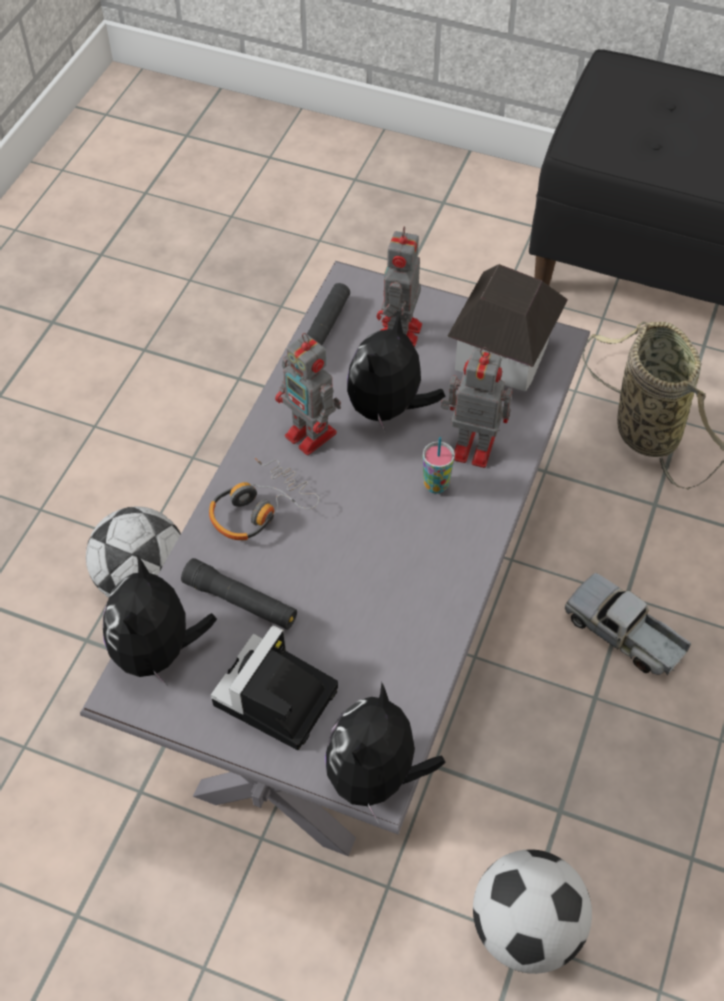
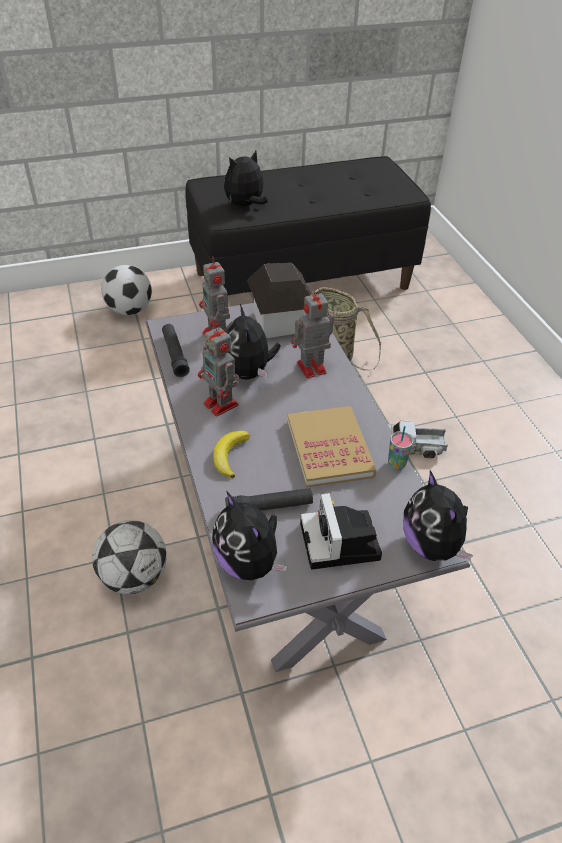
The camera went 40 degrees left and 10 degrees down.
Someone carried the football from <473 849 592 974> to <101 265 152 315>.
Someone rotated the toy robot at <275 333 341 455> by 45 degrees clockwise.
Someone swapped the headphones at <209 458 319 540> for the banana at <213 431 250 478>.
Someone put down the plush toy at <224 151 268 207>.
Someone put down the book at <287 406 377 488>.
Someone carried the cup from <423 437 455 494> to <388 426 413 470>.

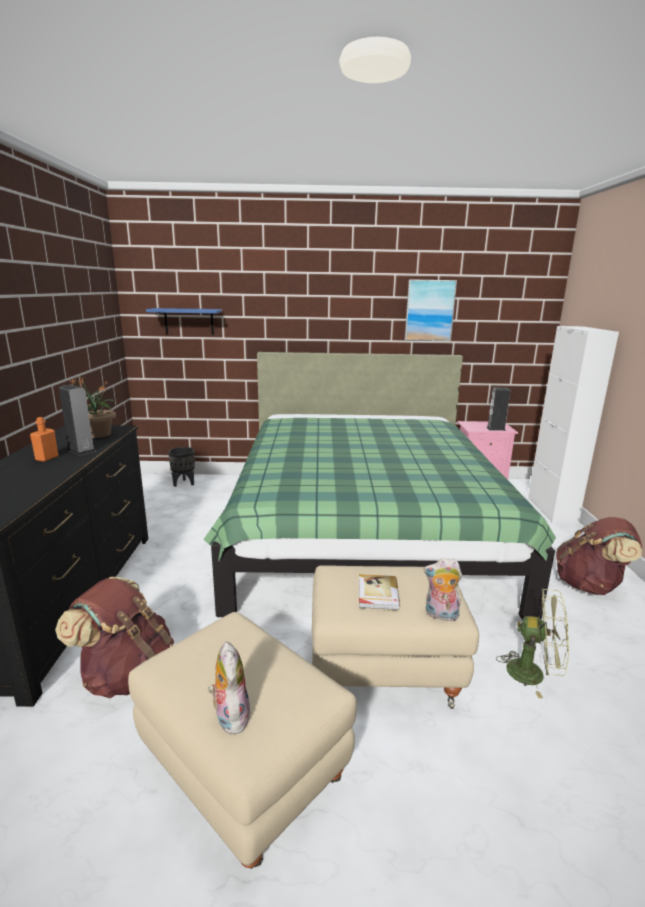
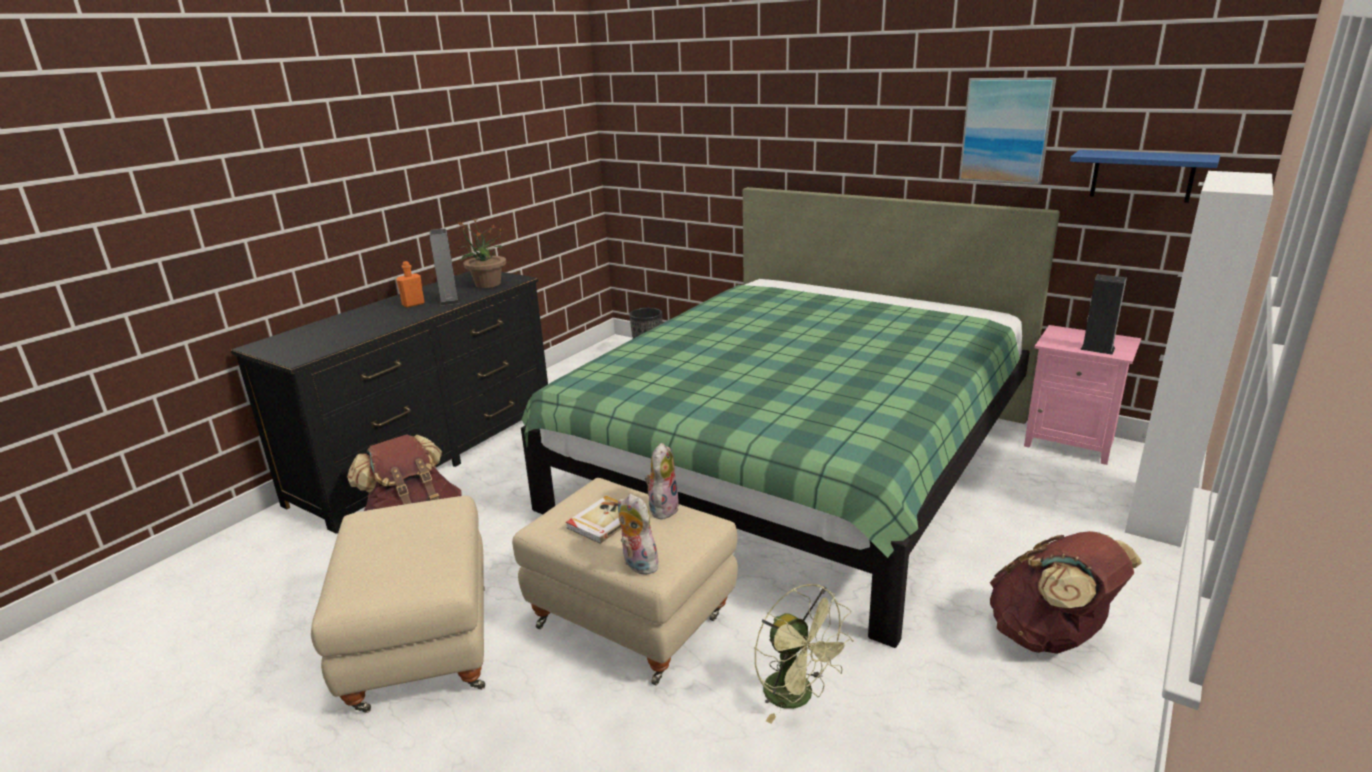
The camera went 35 degrees right and 5 degrees up.
Someone carried the plush toy from <208 642 251 734> to <645 443 679 519>.
Someone carried the blue shelf from <146 308 222 335> to <1070 150 1220 203>.

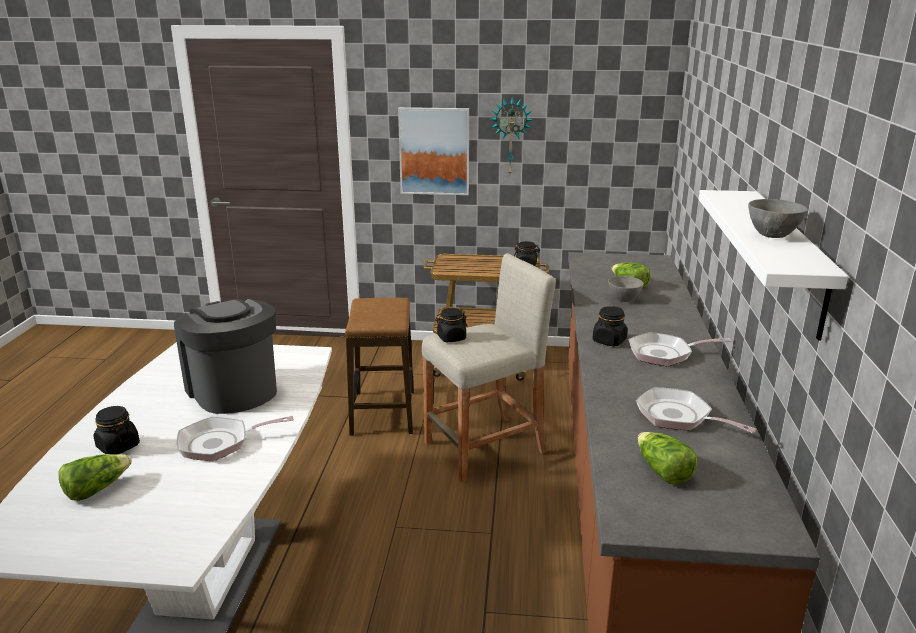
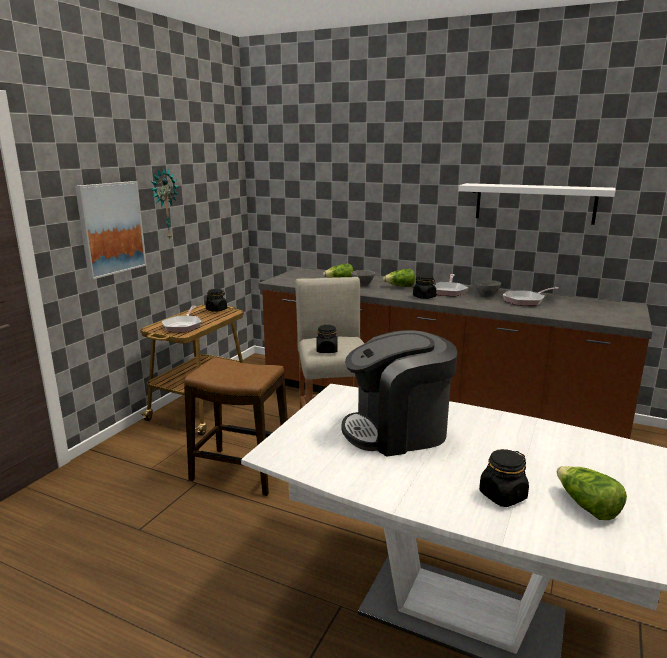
The camera went 70 degrees left and 5 degrees down.
Someone carried the frying pan from <177 416 294 461> to <162 306 202 332>.
Someone carried the lettuce from <638 432 698 484> to <383 269 415 287>.
Someone carried the grey bowl from <748 199 808 238> to <474 280 501 297>.

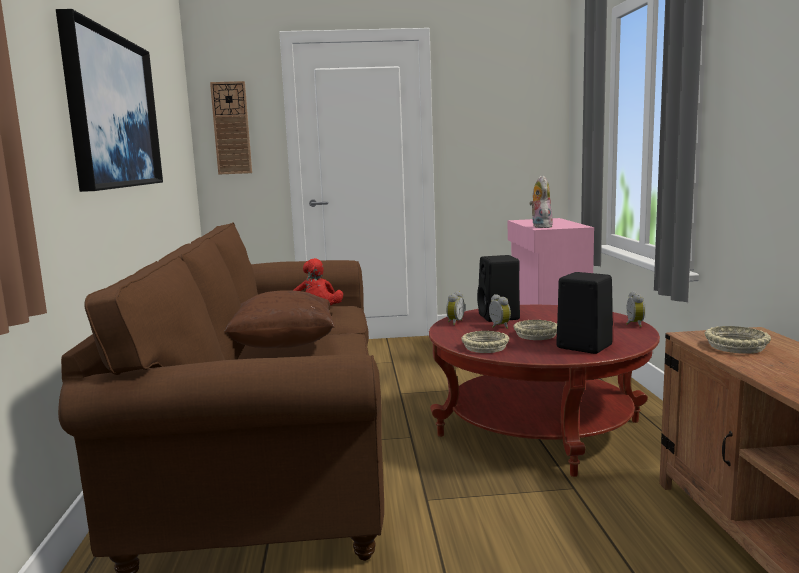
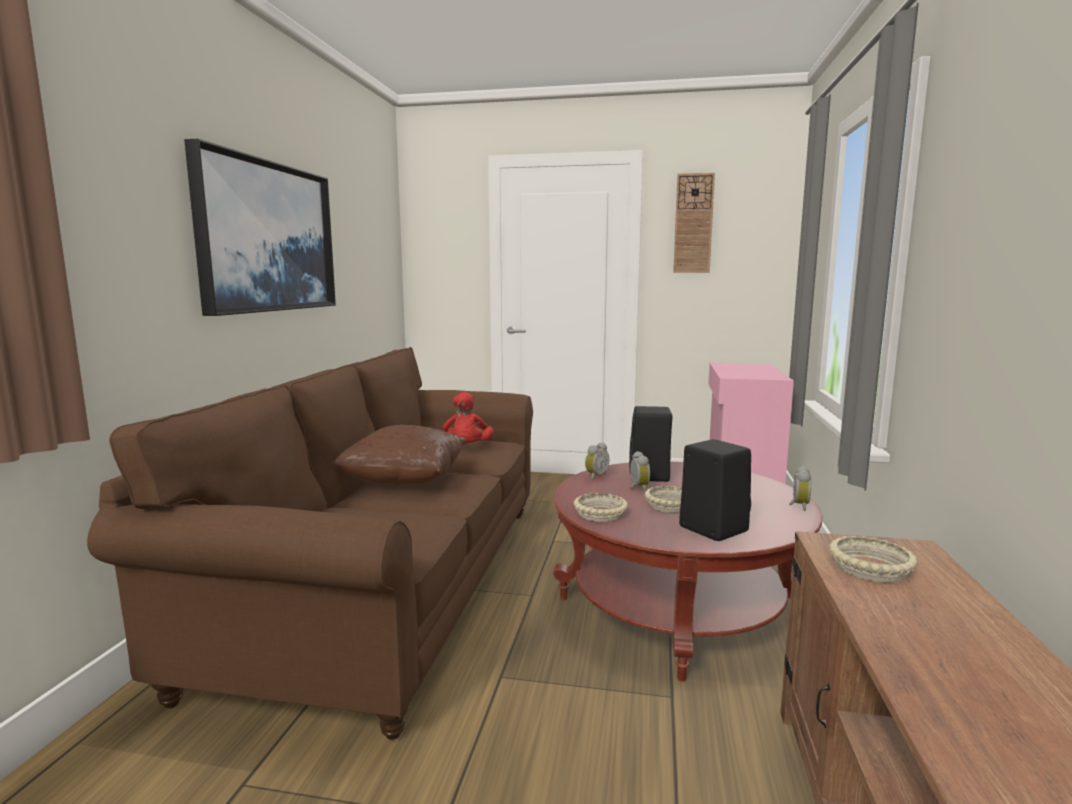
The camera went 15 degrees right and 0 degrees up.
Someone carried the wall clock from <210 81 252 175> to <673 173 715 273>.
Someone took away the plush toy at <529 176 553 228>.

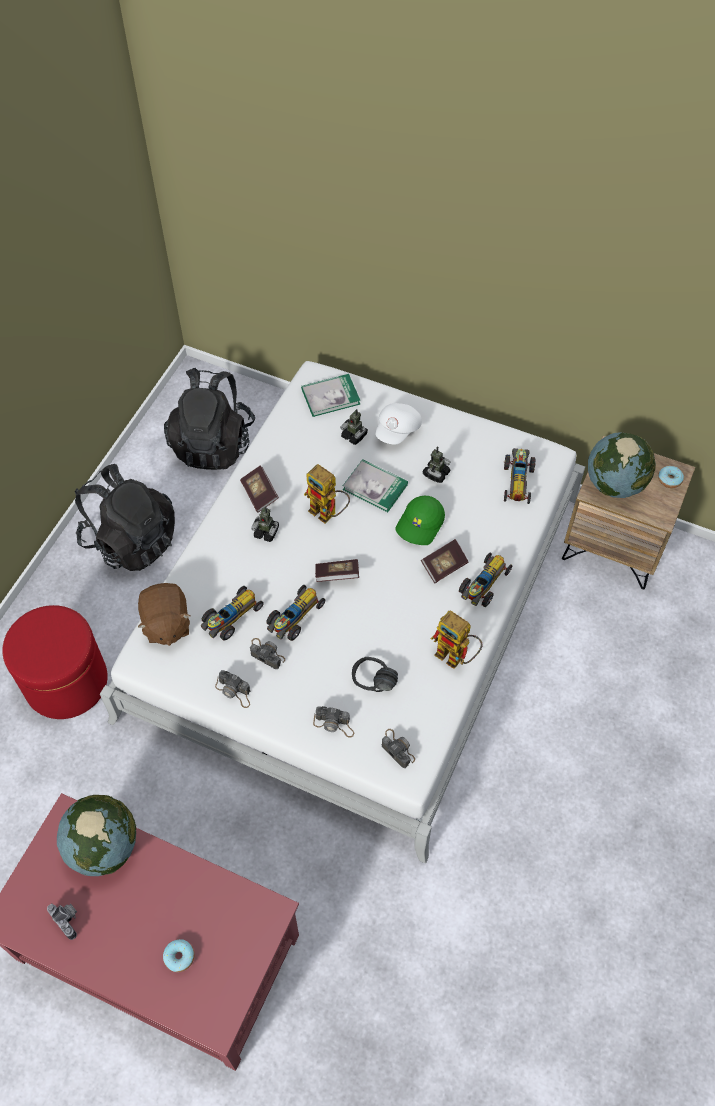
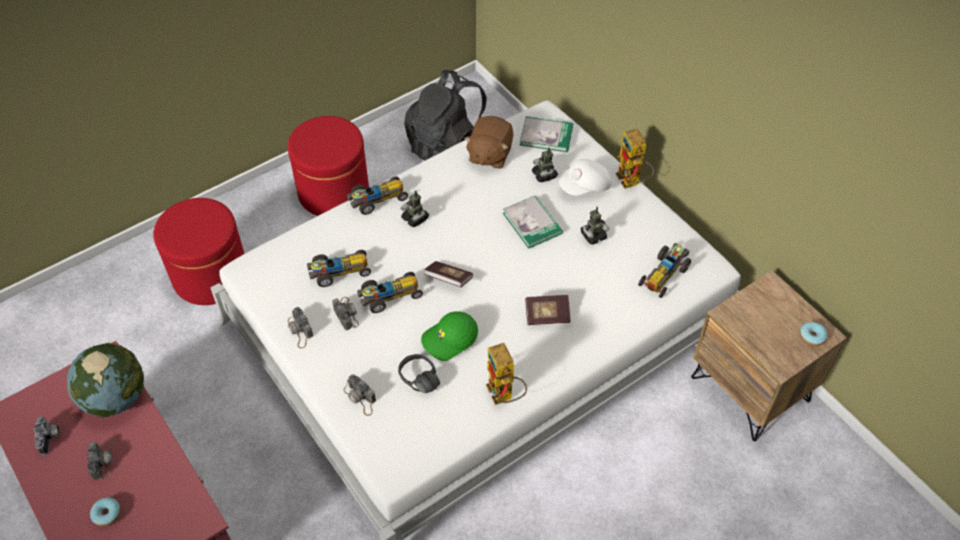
The camera went 30 degrees right and 5 degrees down.
Someone carried the photo camera from <382 729 415 768> to <87 439 114 480>.
Someone swapped the black backpack at <75 464 175 571> for the red ottoman at <288 116 369 216>.
Someone carried the toy car from <459 553 512 607> to <347 177 408 215>.
Someone carried the green cap from <395 496 445 545> to <421 311 478 361>.
Someone carried the brown plush toy from <138 583 190 646> to <464 116 514 169>.
Someone carried the toy robot from <304 464 350 523> to <616 129 654 189>.
Someone took away the book at <240 465 279 513>.
Someone took away the globe at <588 433 656 498>.

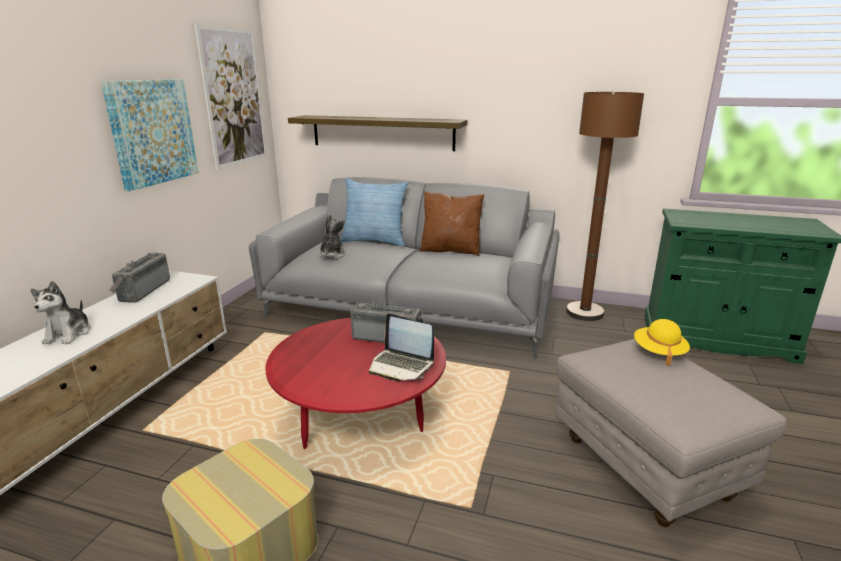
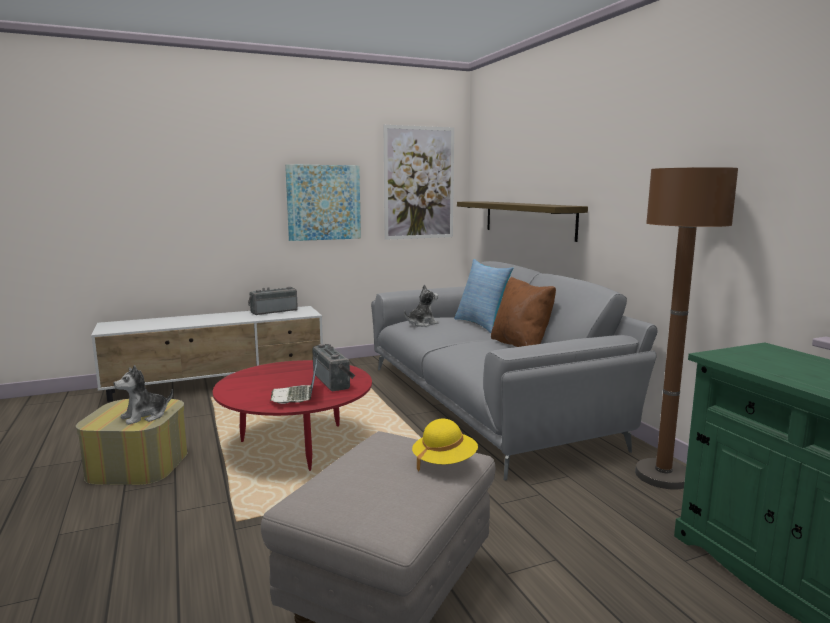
The camera went 50 degrees right and 10 degrees down.
Someone carried the plush toy from <31 281 91 344> to <114 365 173 425>.

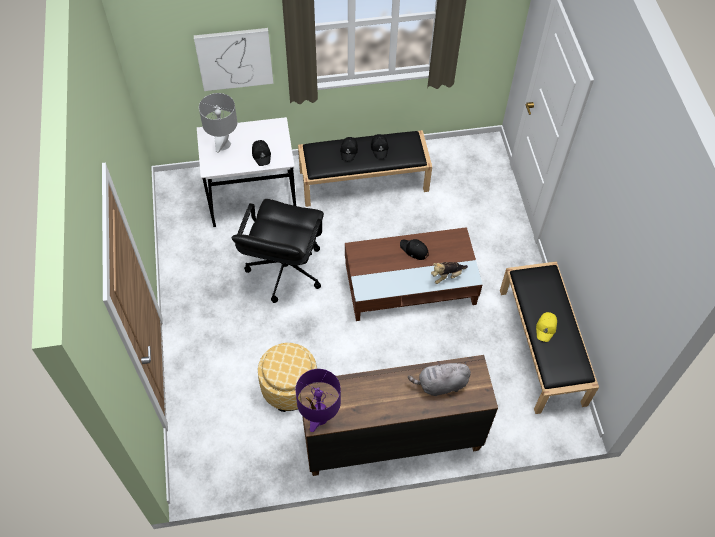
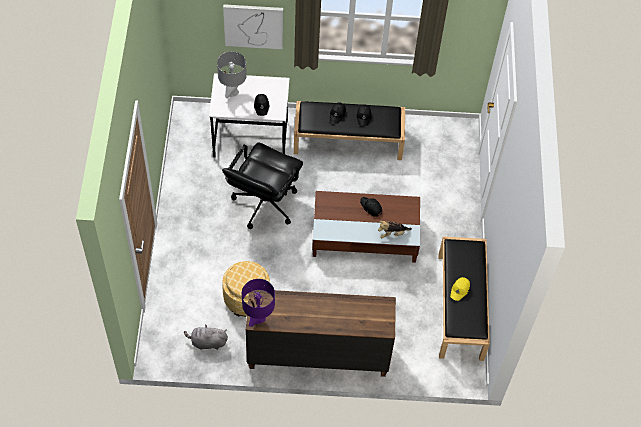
The camera went 10 degrees right and 0 degrees up.
Someone carried the grey plush toy from <408 361 471 396> to <184 325 228 350>.

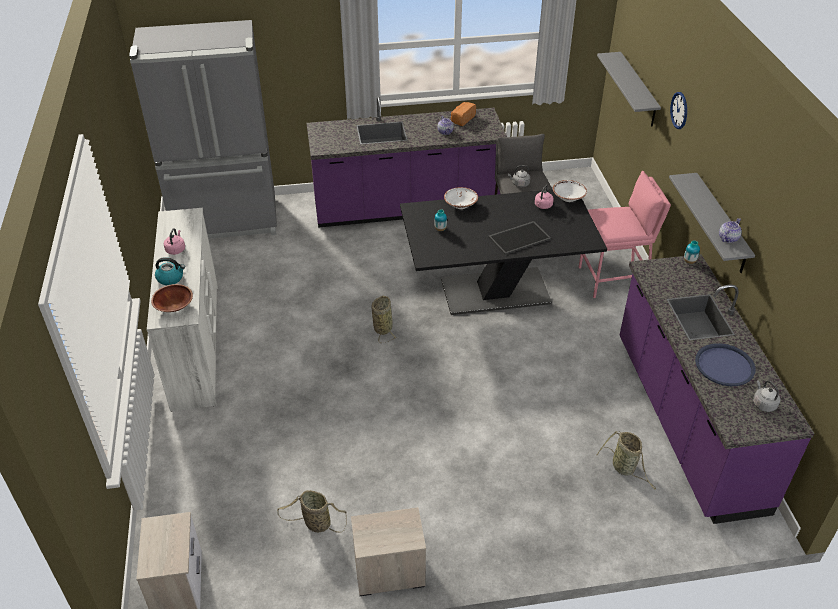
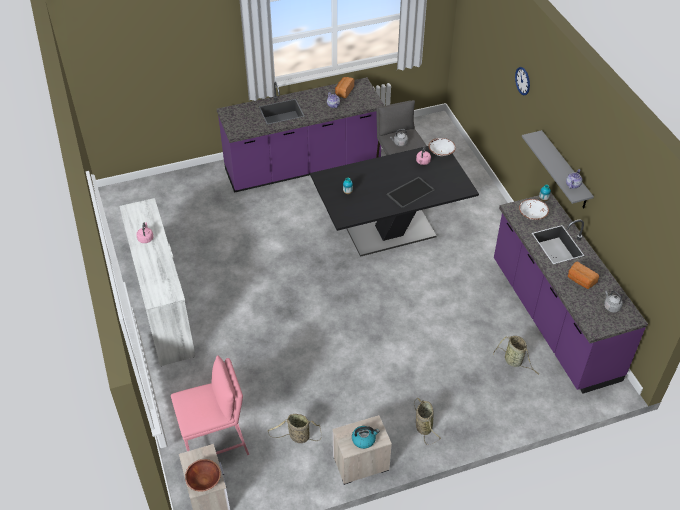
The camera went 10 degrees left and 5 degrees up.
Someone carried the pink stool from <578 171 671 298> to <171 355 249 455>.
Someone carried the brown bowl from <151 284 193 312> to <185 459 221 492>.
Someone carried the kettle from <155 257 185 285> to <352 426 379 449>.
Someone carried the basket from <371 295 397 343> to <414 398 441 445>.
Someone carried the white bowl from <444 187 478 209> to <519 199 549 220>.
Someone swapped the blue tray at <695 343 756 386> for the bread at <568 261 599 289>.
Someone took away the grey fridge at <129 20 277 239>.
Someone took away the grey shelf at <597 52 661 127>.

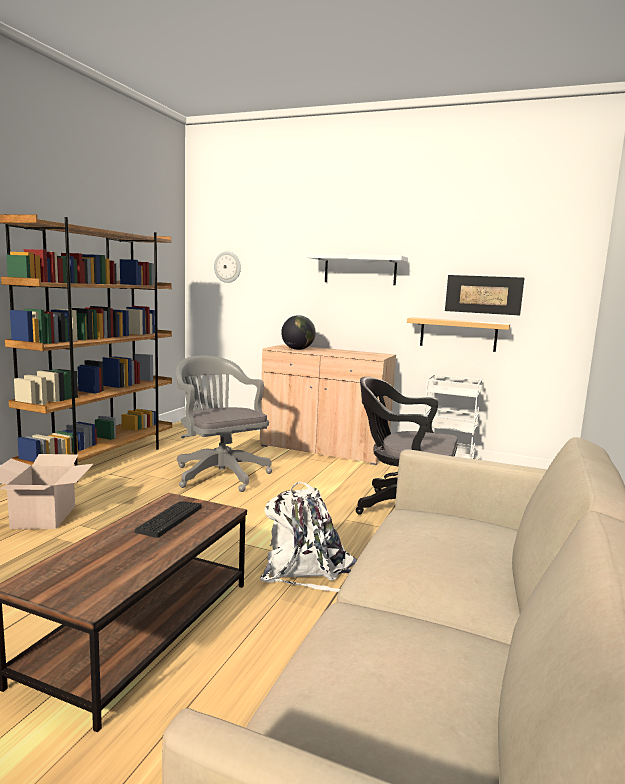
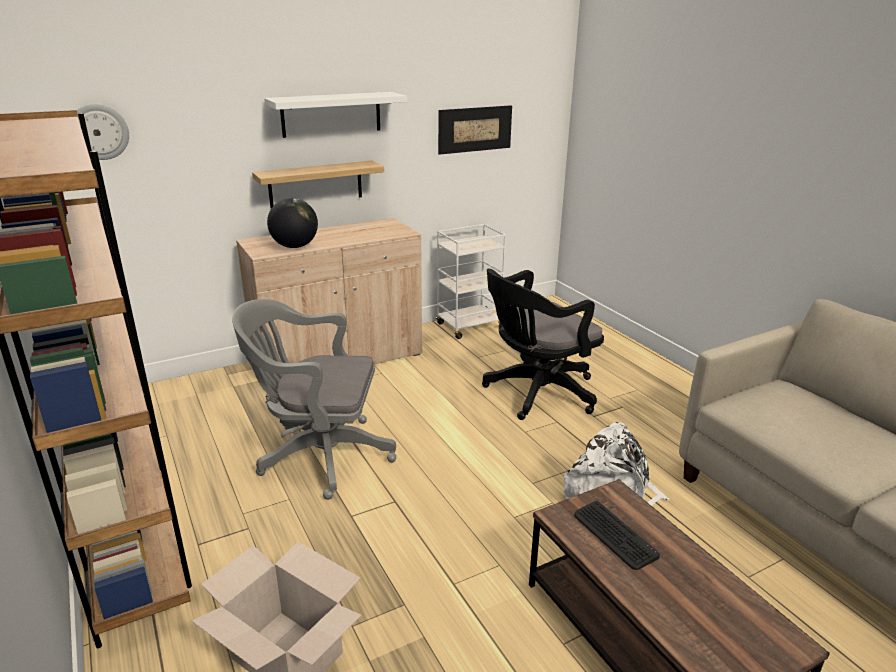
The camera went 50 degrees left and 15 degrees up.
Someone carried the shelf from <407 317 510 352> to <252 161 384 208>.

